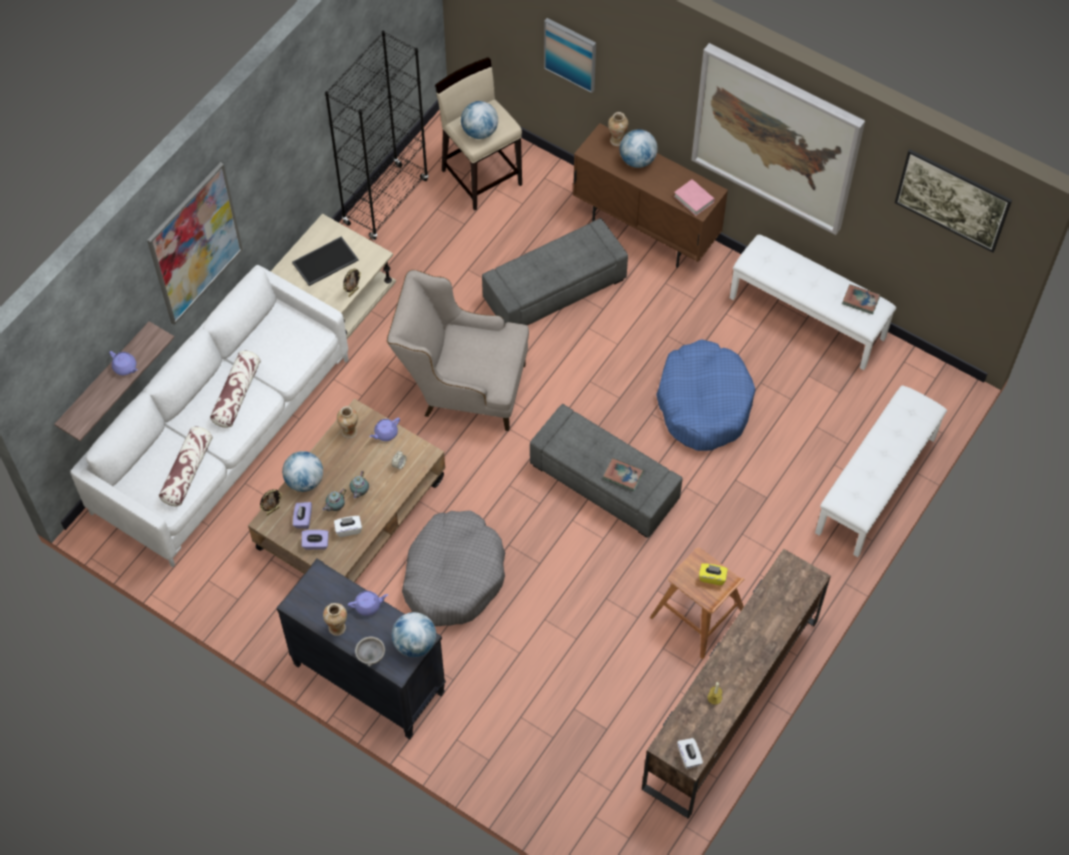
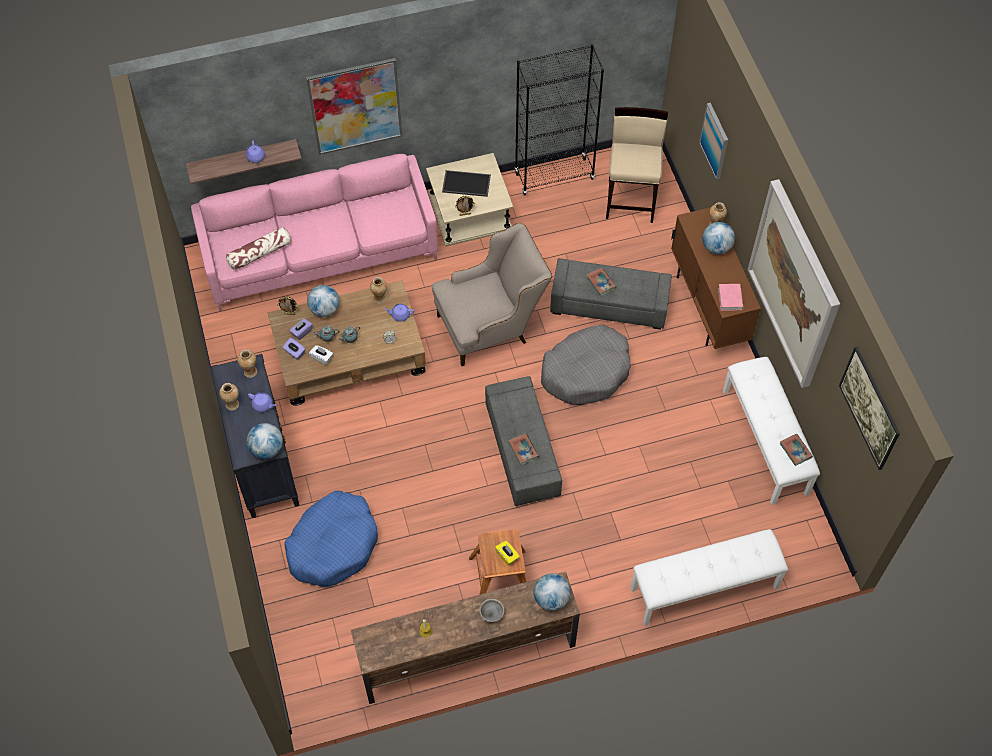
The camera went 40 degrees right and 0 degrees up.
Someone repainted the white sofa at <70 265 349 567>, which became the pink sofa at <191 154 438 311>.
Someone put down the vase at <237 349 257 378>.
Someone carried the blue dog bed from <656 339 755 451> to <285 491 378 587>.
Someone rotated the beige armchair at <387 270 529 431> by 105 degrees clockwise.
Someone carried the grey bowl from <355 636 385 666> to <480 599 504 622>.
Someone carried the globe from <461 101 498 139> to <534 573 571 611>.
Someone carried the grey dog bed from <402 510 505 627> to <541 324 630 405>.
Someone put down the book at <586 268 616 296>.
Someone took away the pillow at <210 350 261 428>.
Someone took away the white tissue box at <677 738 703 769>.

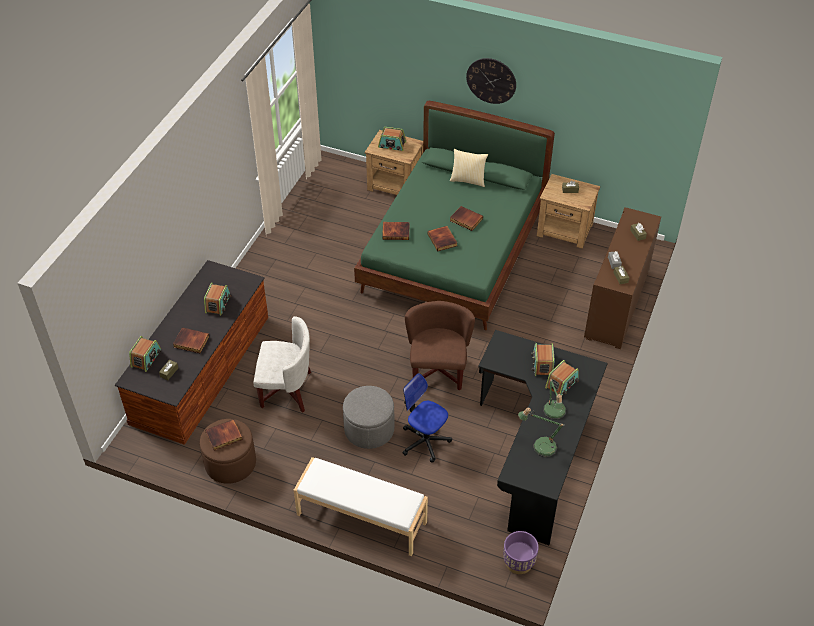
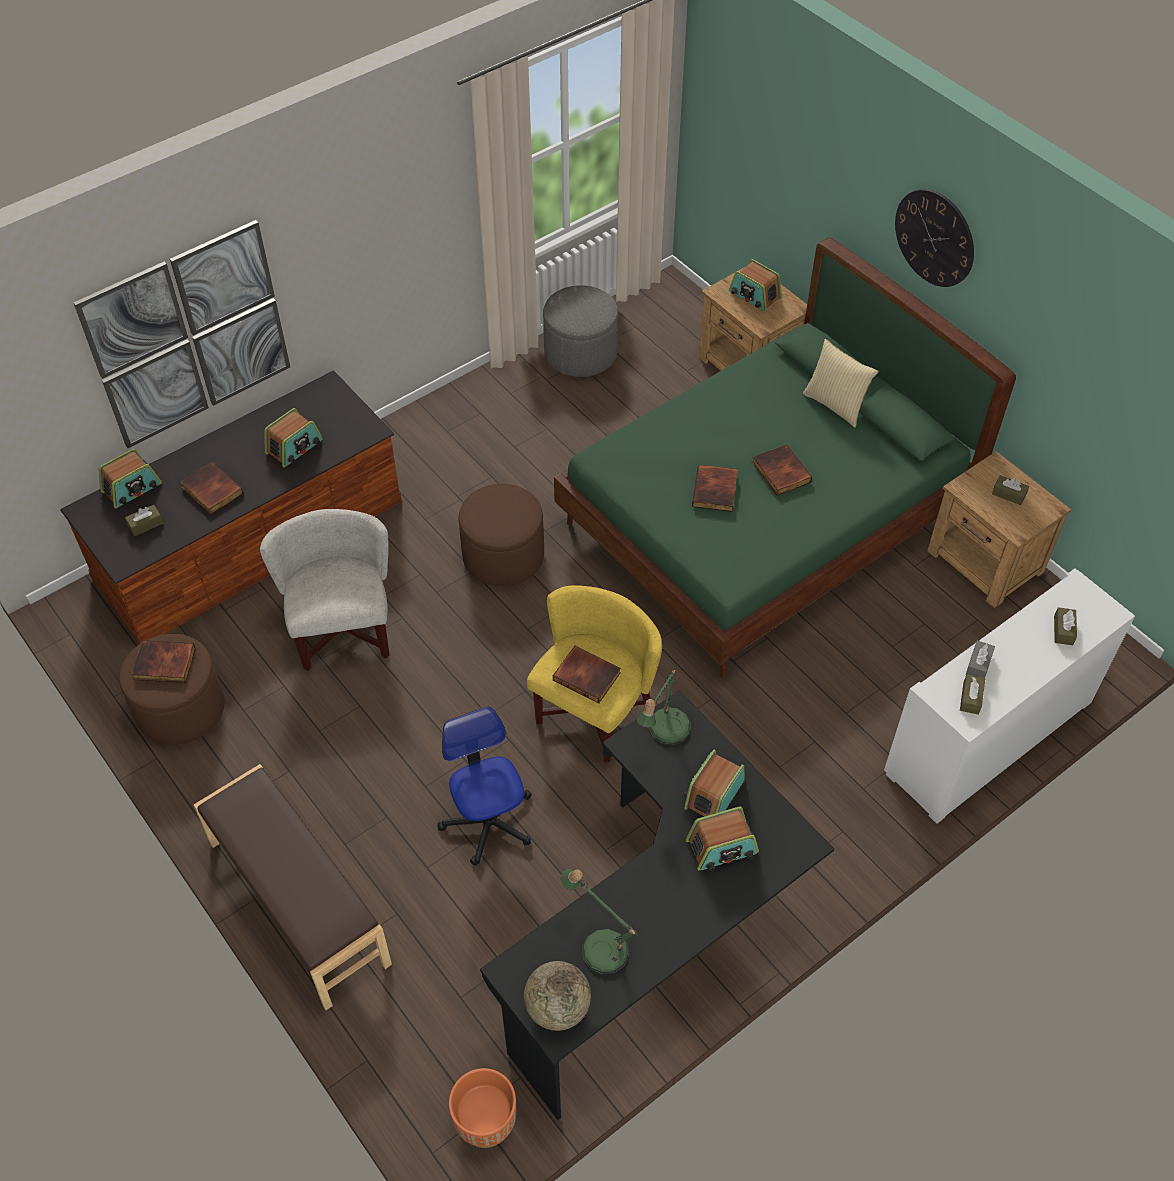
The camera went 30 degrees right and 5 degrees up.
Someone put up the picture at <73 220 290 448>.
Someone repainted the white bench at <294 457 428 556>, which became the brown bench at <194 764 392 1010>.
Someone rotated the white armchair at <254 316 311 413> by 135 degrees counterclockwise.
Someone repainted the purple planter at <503 531 539 574>, which became the orange planter at <449 1068 516 1148>.
Someone put down the brown ottoman at <459 484 544 586>.
Someone put down the globe at <524 961 591 1031>.
Someone repainted the brown armchair at <405 301 475 391>, which became the yellow armchair at <527 585 662 762>.
Someone carried the grey ottoman from <343 386 395 449> to <543 285 618 377>.
Someone carried the book from <382 222 409 240> to <553 646 621 704>.
Someone carried the table lamp from <543 378 566 420> to <637 668 691 745>.
Someone repainted the brown cabinet at <584 207 661 349>, which became the white cabinet at <884 568 1135 824>.

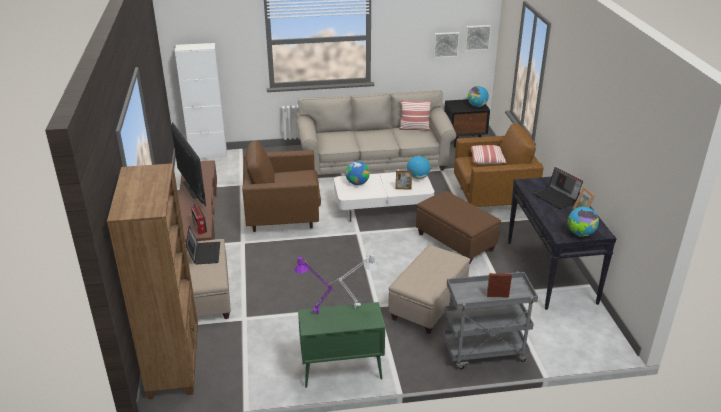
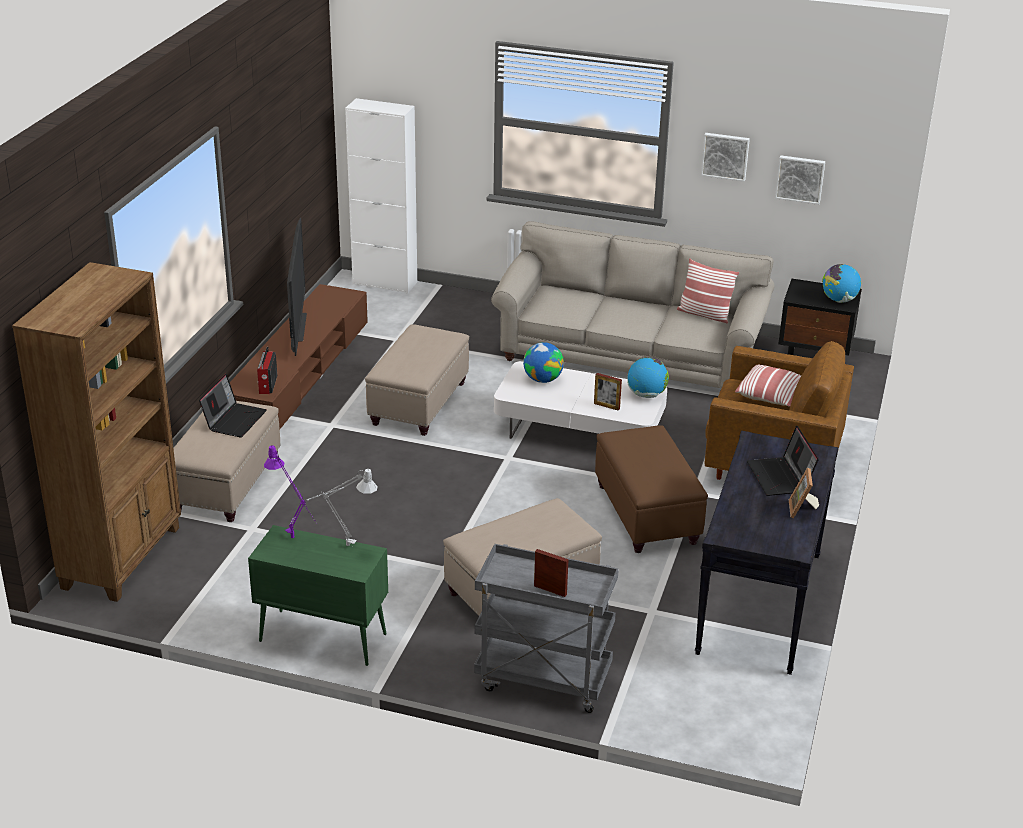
The camera went 25 degrees right and 0 degrees up.
Someone swapped the brown armchair at <242 141 321 232> for the beige ottoman at <365 324 469 436>.
Someone carried the picture from <464 25 491 51> to <701 133 750 182>.
Someone took away the globe at <567 207 599 237>.

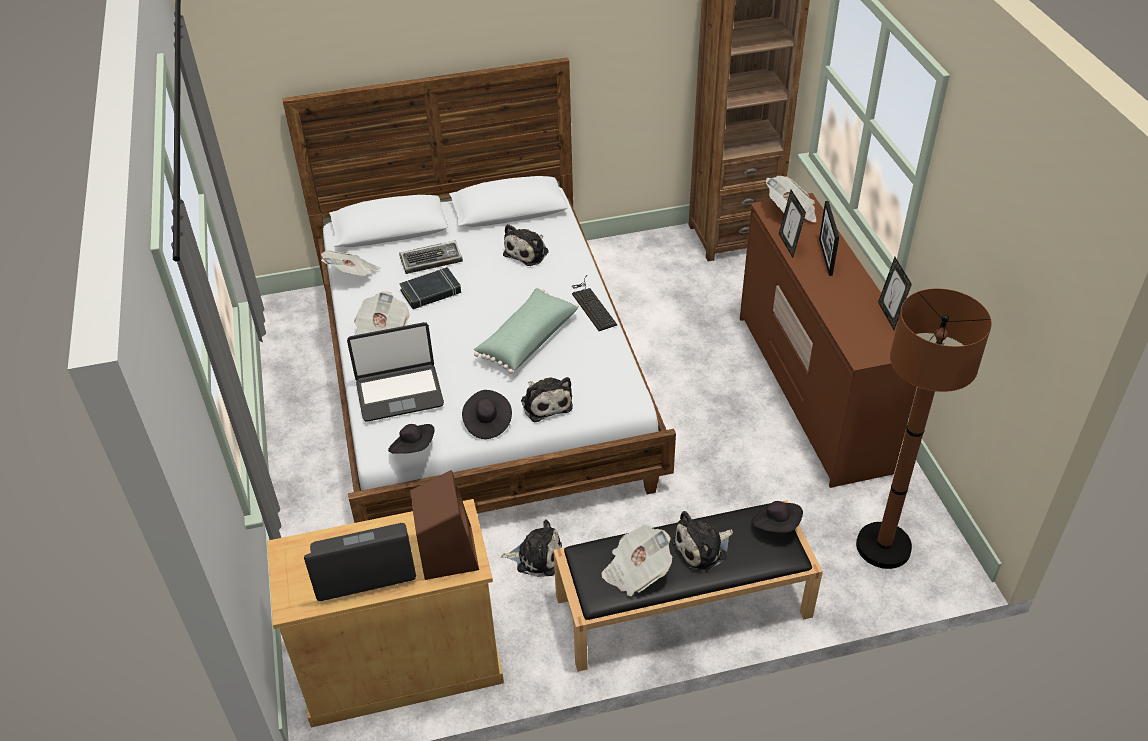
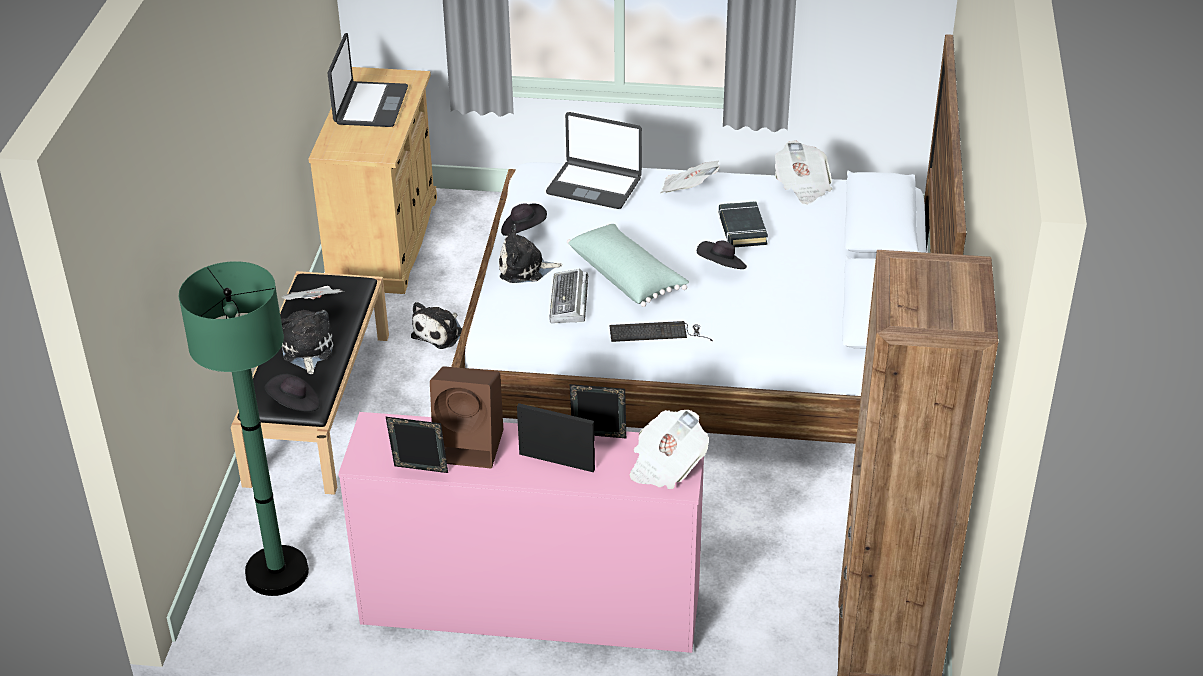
The camera went 110 degrees right and 5 degrees down.
Someone repainted the brown floor lamp at <856 288 992 569>, which became the green floor lamp at <179 261 309 596>.
Someone repainted the brown dresser at <740 193 917 488>, which became the pink dresser at <338 412 704 653>.
Someone carried the brown speaker from <410 470 479 580> to <430 366 504 468>.
Someone rotated the laptop at <347 322 444 422> by 75 degrees counterclockwise.
Someone carried the keyboard from <399 240 463 274> to <549 269 588 323>.
Someone carried the black hat from <388 424 435 454> to <697 241 747 269>.
Someone took away the plush toy at <503 224 549 266>.

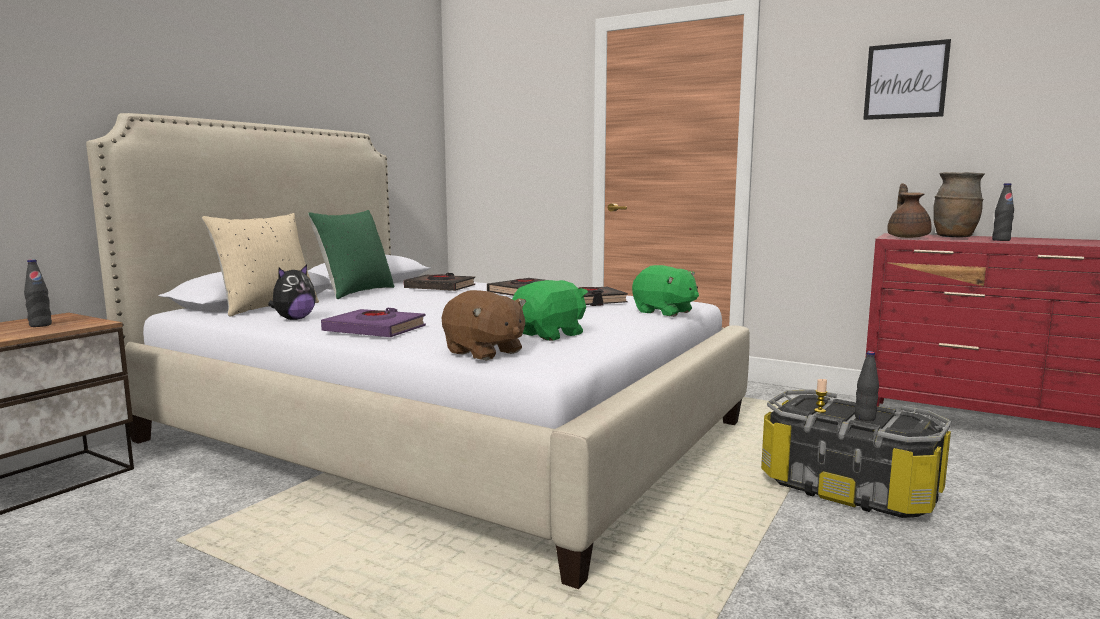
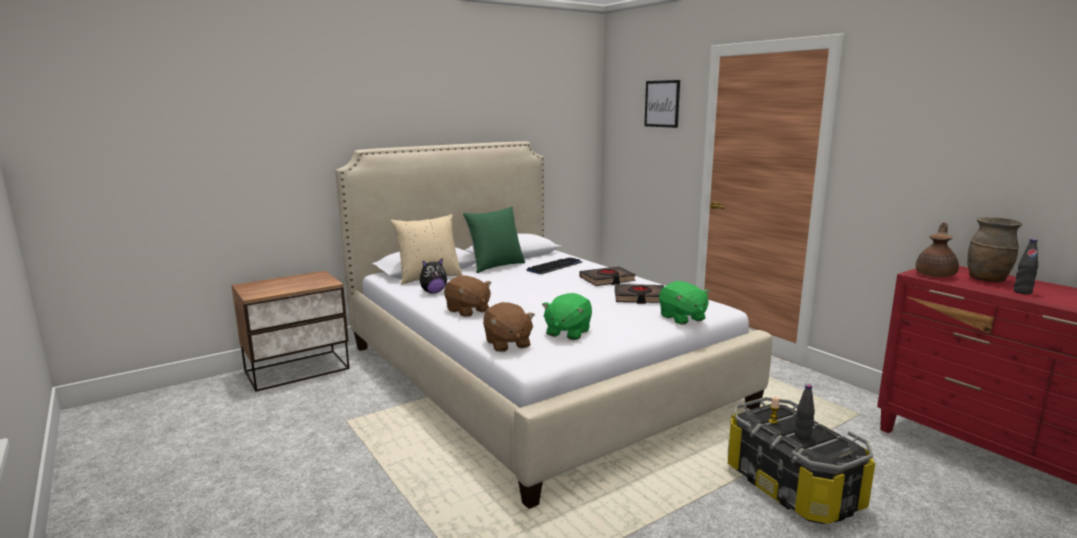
The camera went 25 degrees right and 5 degrees up.
Someone swapped the purple book at <321 308 426 337> for the brown plush toy at <444 275 491 317>.
Someone swapped the black book at <404 273 475 291> for the keyboard at <527 258 582 274>.
Someone rotated the green plush toy at <512 280 588 341> by 135 degrees clockwise.
Someone carried the picture from <863 39 951 120> to <644 80 680 128>.
Someone took away the black bottle at <24 259 52 327>.

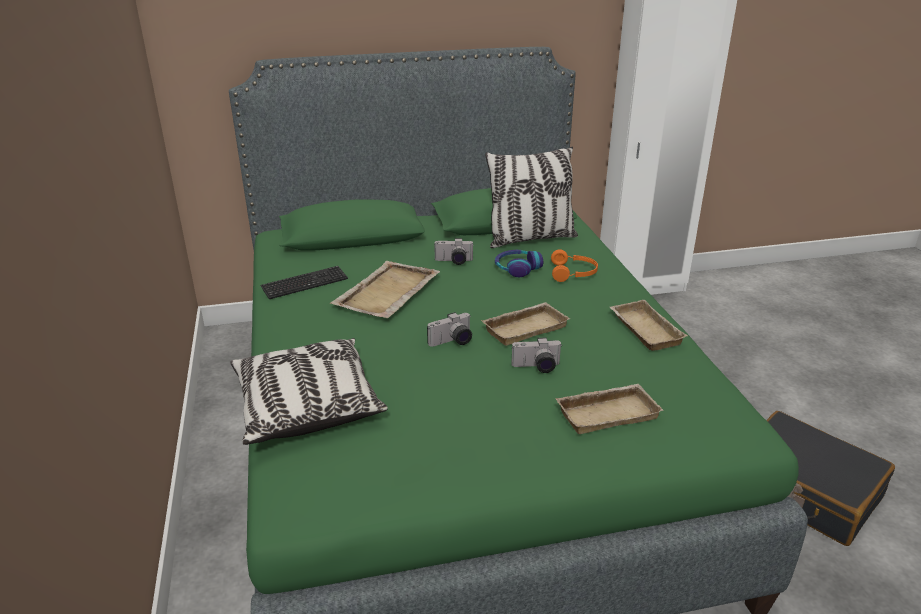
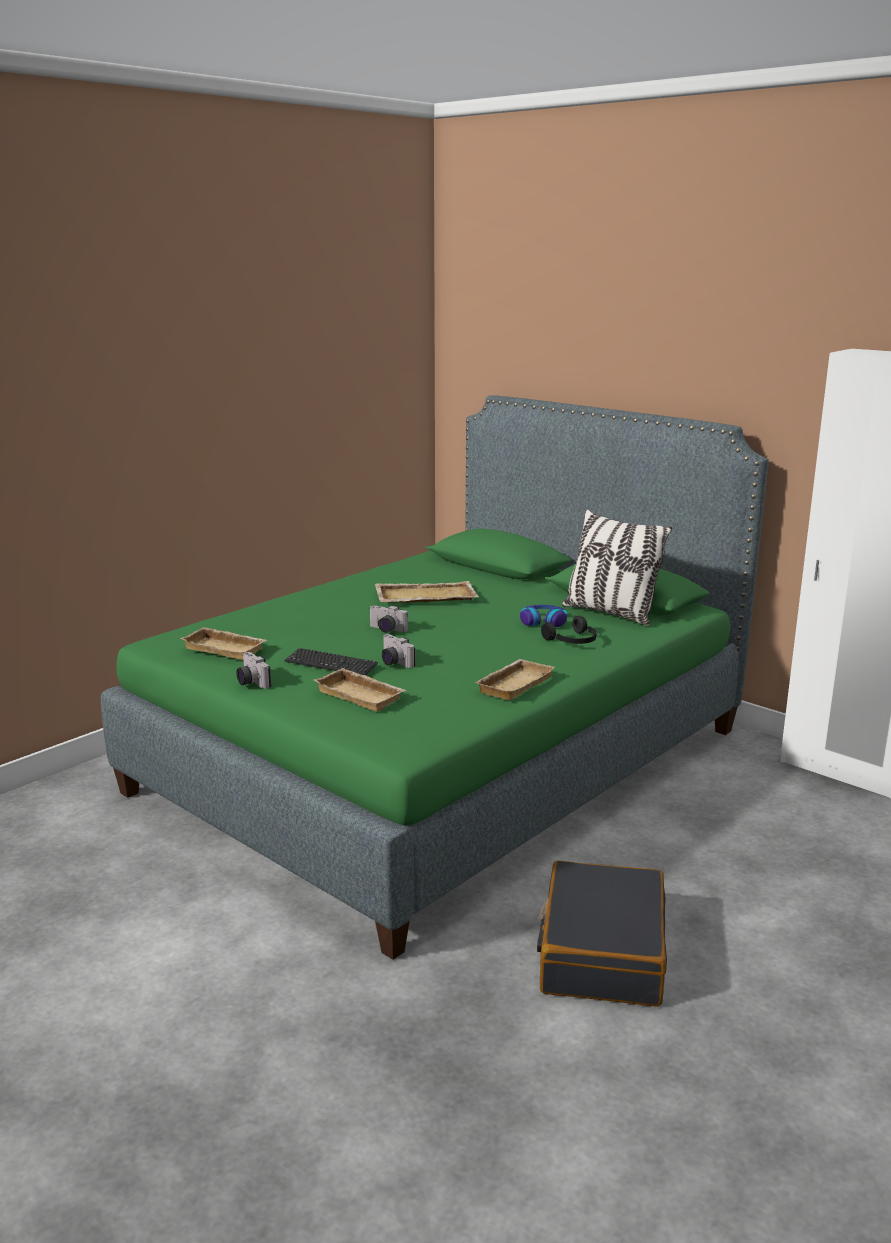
The camera went 55 degrees right and 10 degrees down.
Someone carried the beige tray from <481 302 570 346> to <180 627 267 660>.
Someone carried the photo camera from <434 238 473 265> to <236 652 271 689>.
Someone carried the keyboard from <261 266 348 299> to <285 648 378 675>.
Someone repainted the orange headphones at <551 249 598 282>, which became the black headphones at <541 616 597 644>.
Someone took away the pillow at <230 338 388 445>.

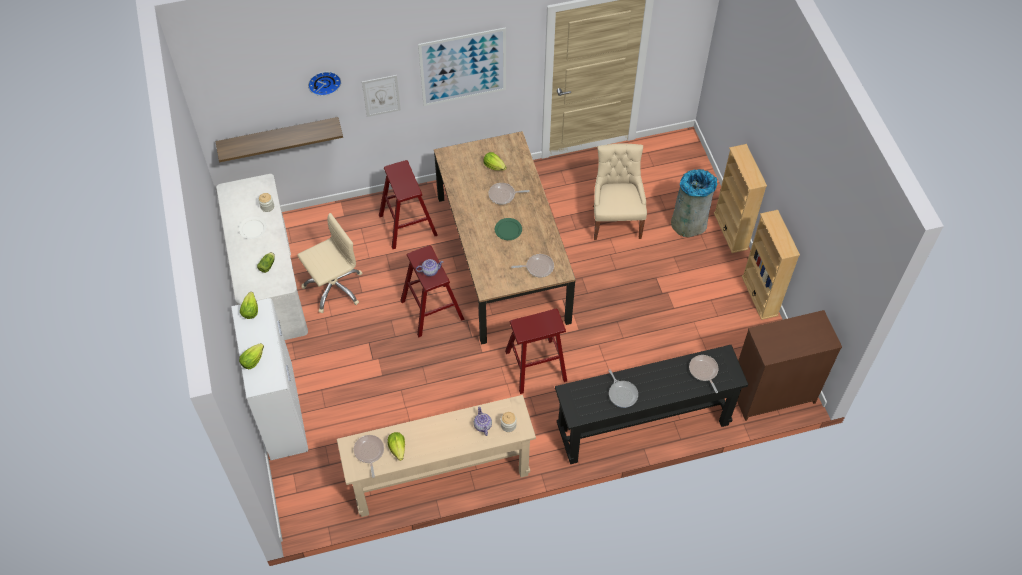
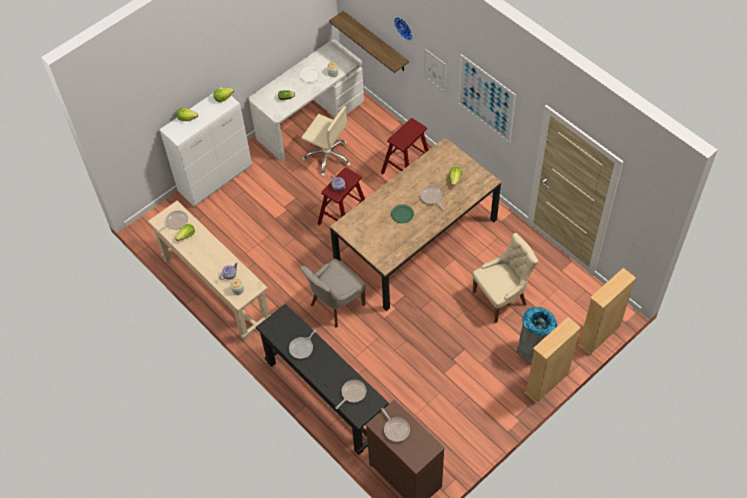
The camera went 65 degrees right and 0 degrees up.
Someone swapped the red stool at <505 309 567 394> for the grey chair at <300 259 366 327>.
Someone carried the frying pan from <511 254 554 277> to <381 408 410 442>.
Someone carried the beige bookcase from <742 210 800 320> to <578 268 636 355>.

